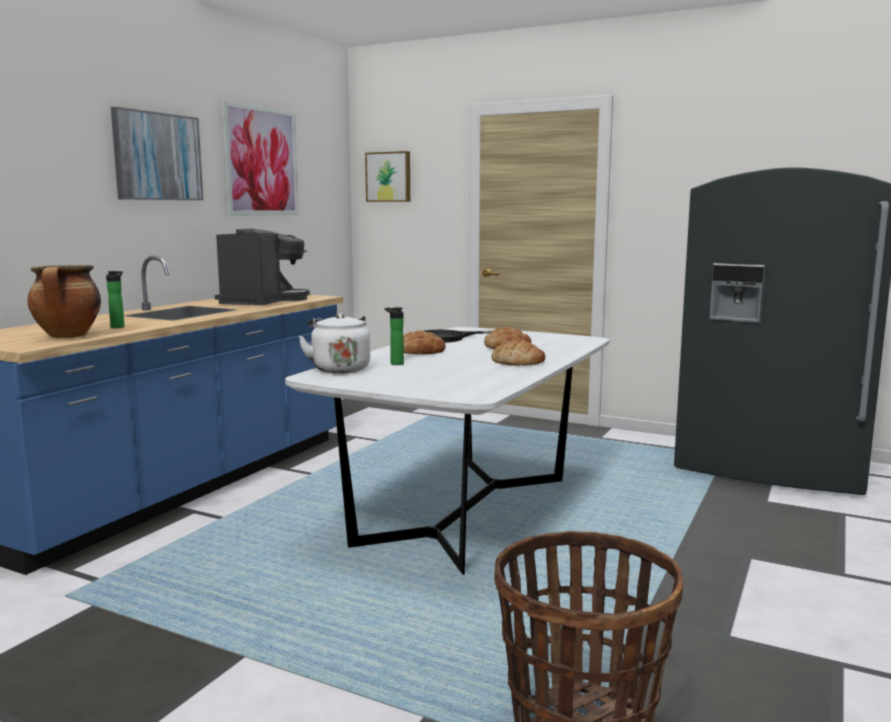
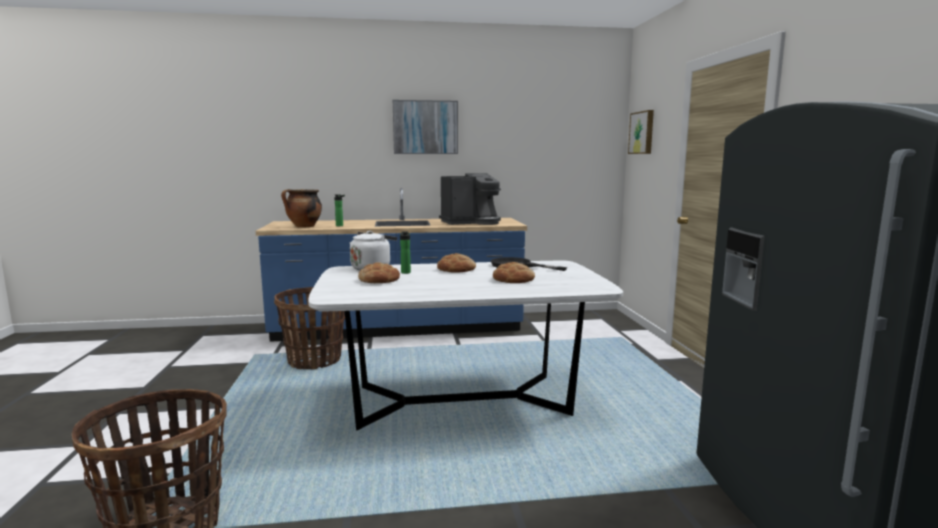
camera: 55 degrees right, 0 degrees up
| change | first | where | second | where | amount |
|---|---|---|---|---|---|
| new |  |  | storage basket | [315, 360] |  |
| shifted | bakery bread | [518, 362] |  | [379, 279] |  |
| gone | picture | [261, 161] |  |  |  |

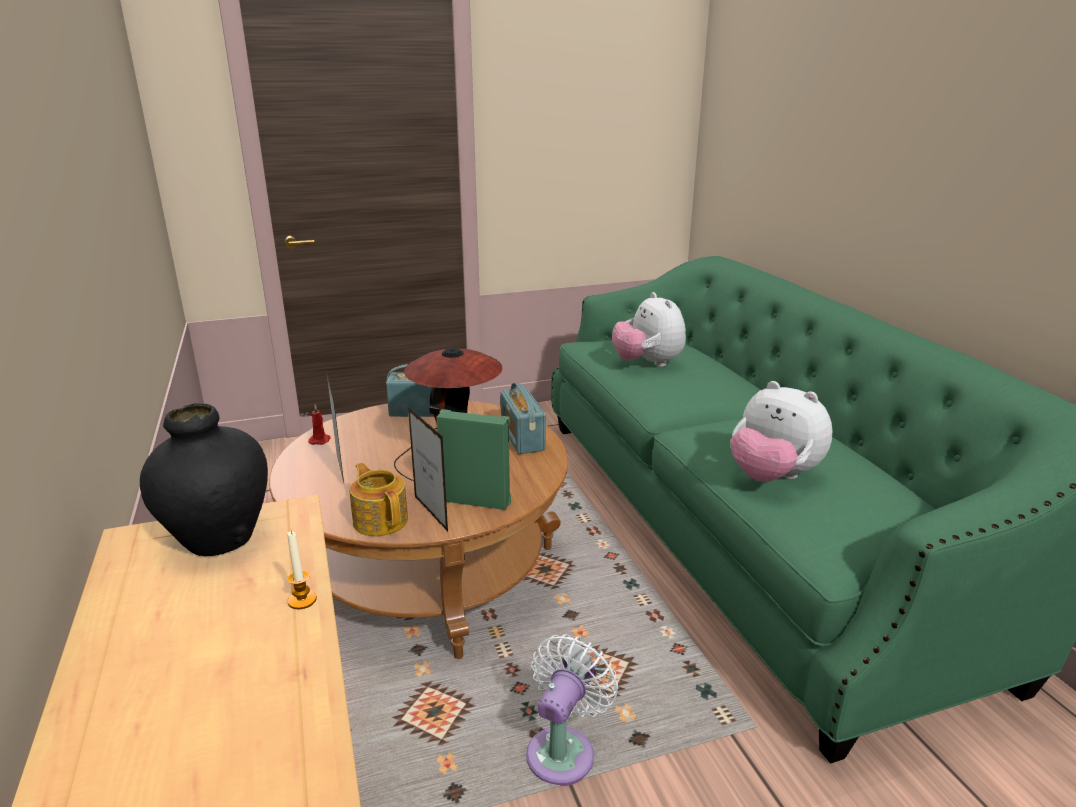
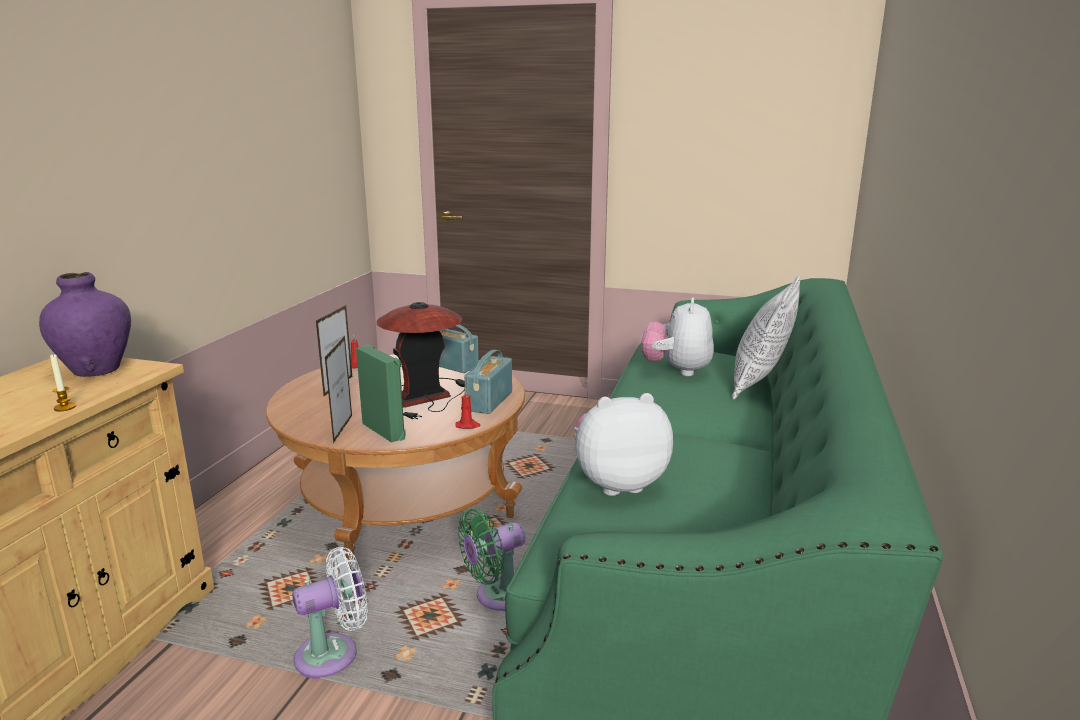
camera: 35 degrees right, 5 degrees down
| change | first | where | second | where | amount |
|---|---|---|---|---|---|
| repainted | decorative vase (black) | [219, 539] | decorative vase (purple) | [96, 370] |  |
| new |  |  | candle (reddish) | [468, 425] |  |
| new |  |  | electric fan (greenish) | [497, 596] |  |
| rotated | soft toy | [772, 477] |  | [617, 483] | 90 degrees clockwise |
| new |  |  | cushion | [760, 384] |  |
| gone | tea pot | [380, 520] |  |  |  |

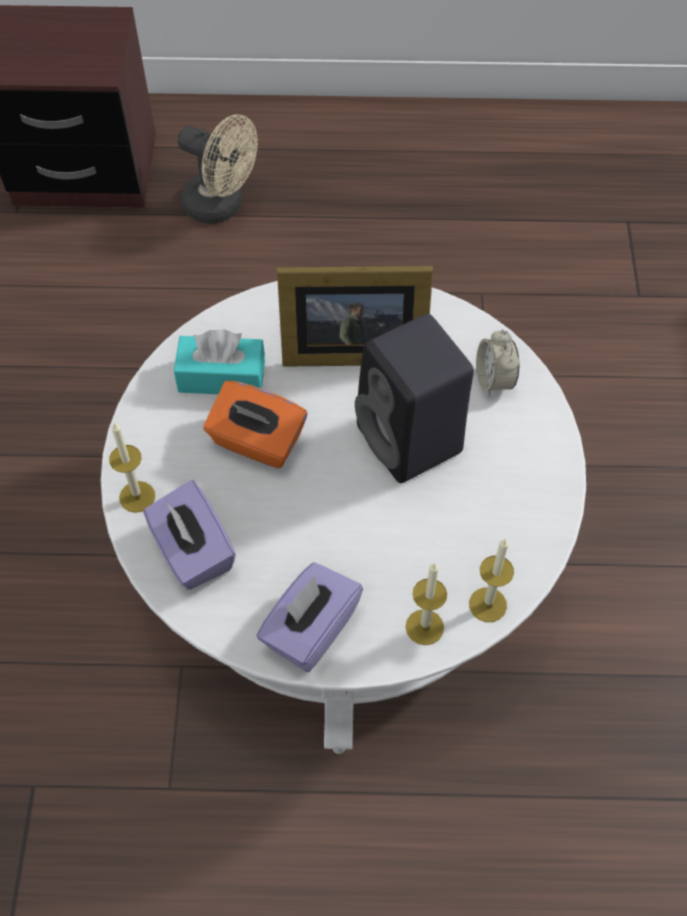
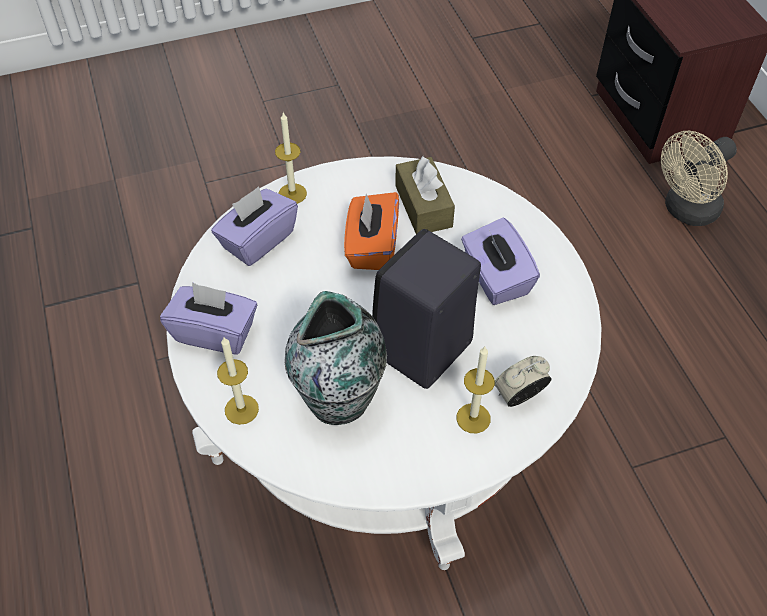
camera: 70 degrees right, 5 degrees down
| change | first | where | second | where | amount |
|---|---|---|---|---|---|
| new |  |  | decorative vase | [339, 398] |  |
| repainted | box of tissues (turquoise-coloured) | [222, 376] | box of tissues (brownish) | [423, 206] |  |
| shifted | candle | [487, 604] |  | [473, 418] |  |
| swapped | photo frame | [349, 348] | box of tissues (purple) | [495, 278] |  |
| rotated | electric fan (sand-coloured) | [221, 206] |  | [685, 211] | 45 degrees clockwise |

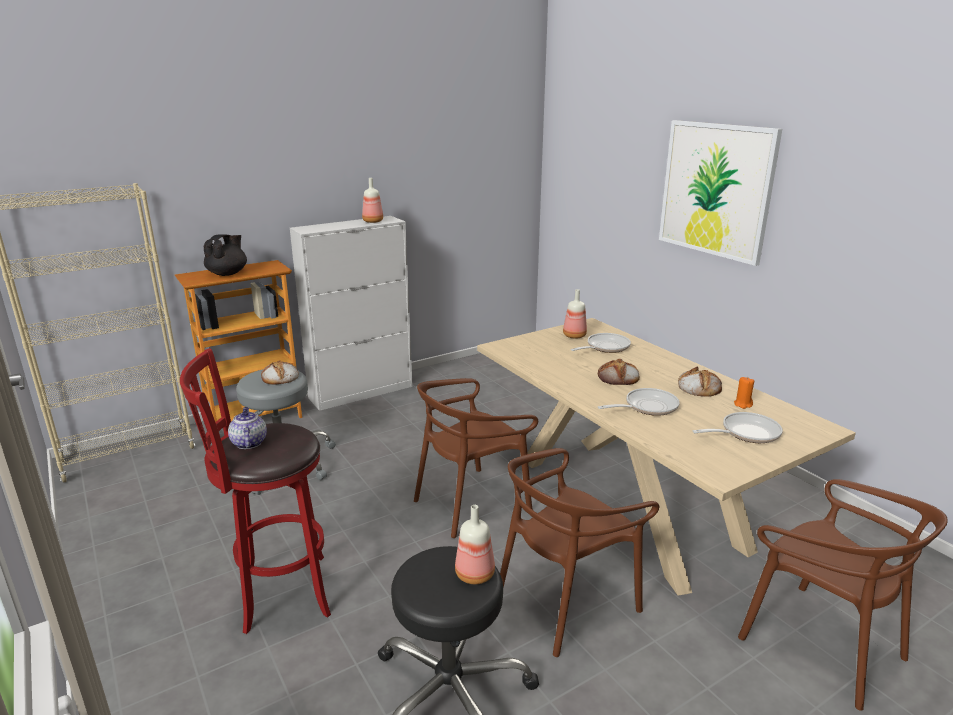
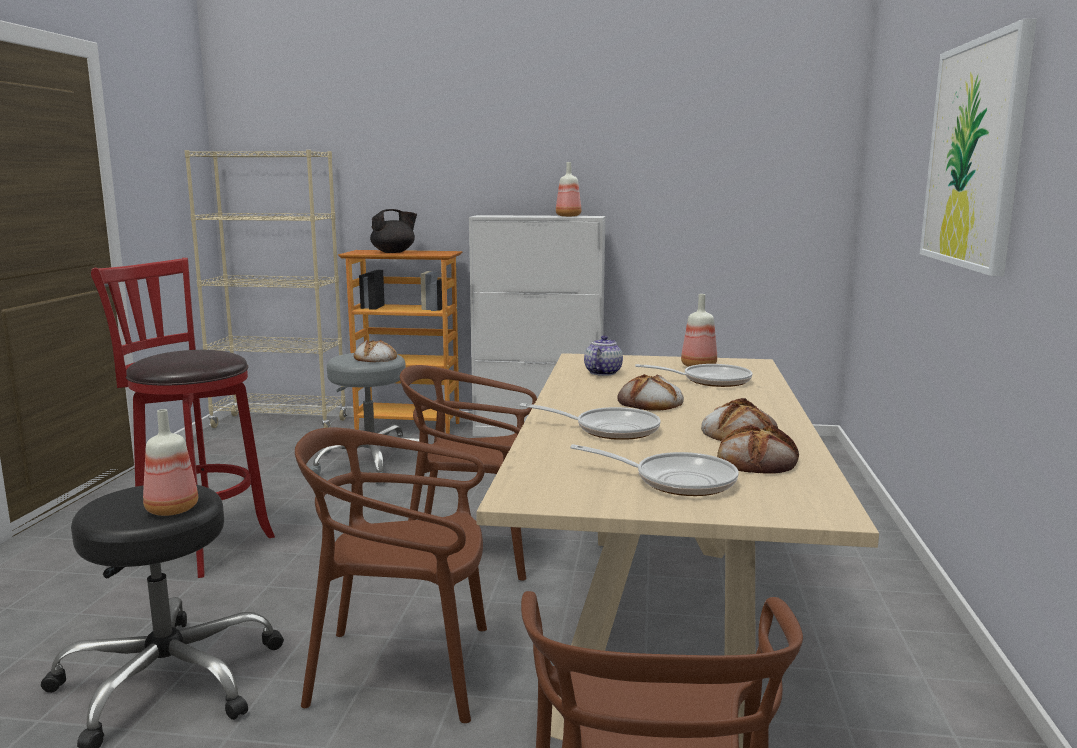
camera: 40 degrees right, 10 degrees down
| change | first | where | second | where | amount |
|---|---|---|---|---|---|
| shifted | tea pot | [248, 442] |  | [603, 372] |  |
| swapped | candle (orangey) | [743, 404] | bakery bread | [758, 460] |  |

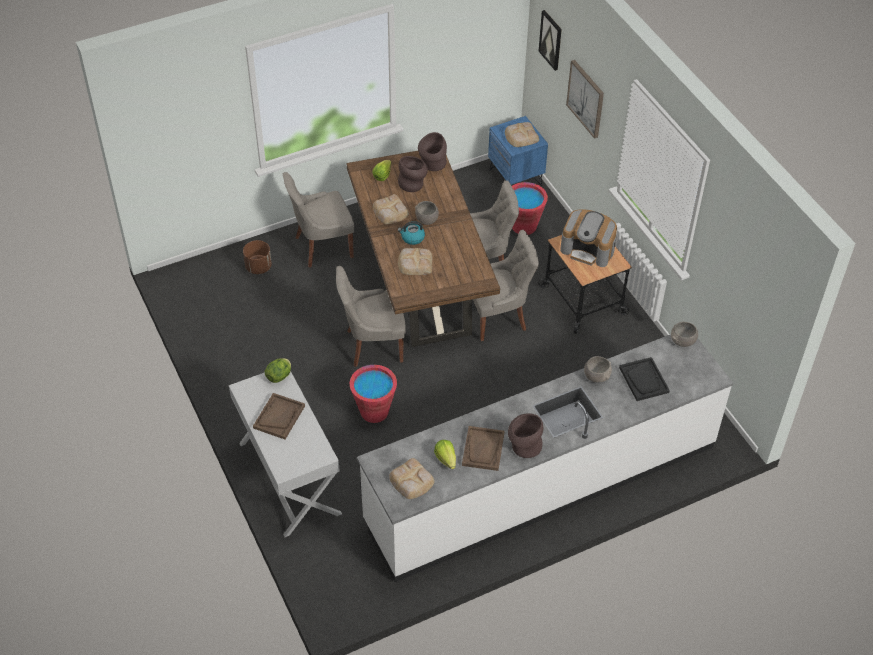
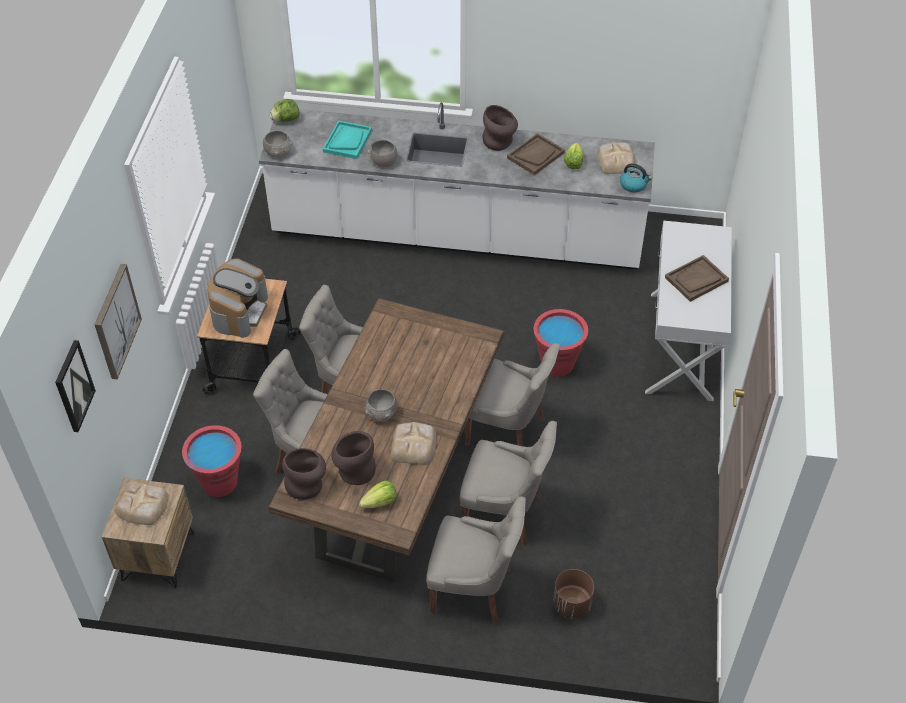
camera: 145 degrees left, 0 degrees up
| change | first | where | second | where | amount |
|---|---|---|---|---|---|
| repainted | night table (blue) | [516, 177] | night table (brownish) | [157, 556] |  |
| rotated | coffee maker | [588, 249] |  | [239, 311] | 45 degrees clockwise |
| shifted | head of lettuce | [279, 376] |  | [285, 120] |  |
| repainted | serving tray (black) | [644, 380] | serving tray (turquoise-coloured) | [347, 141] |  |
| new |  |  | plain chair (greyish) | [504, 513] |  |
| shifted | tea kettle | [412, 238] |  | [633, 185] |  |
| gone | bakery bread | [415, 263] |  |  |  |

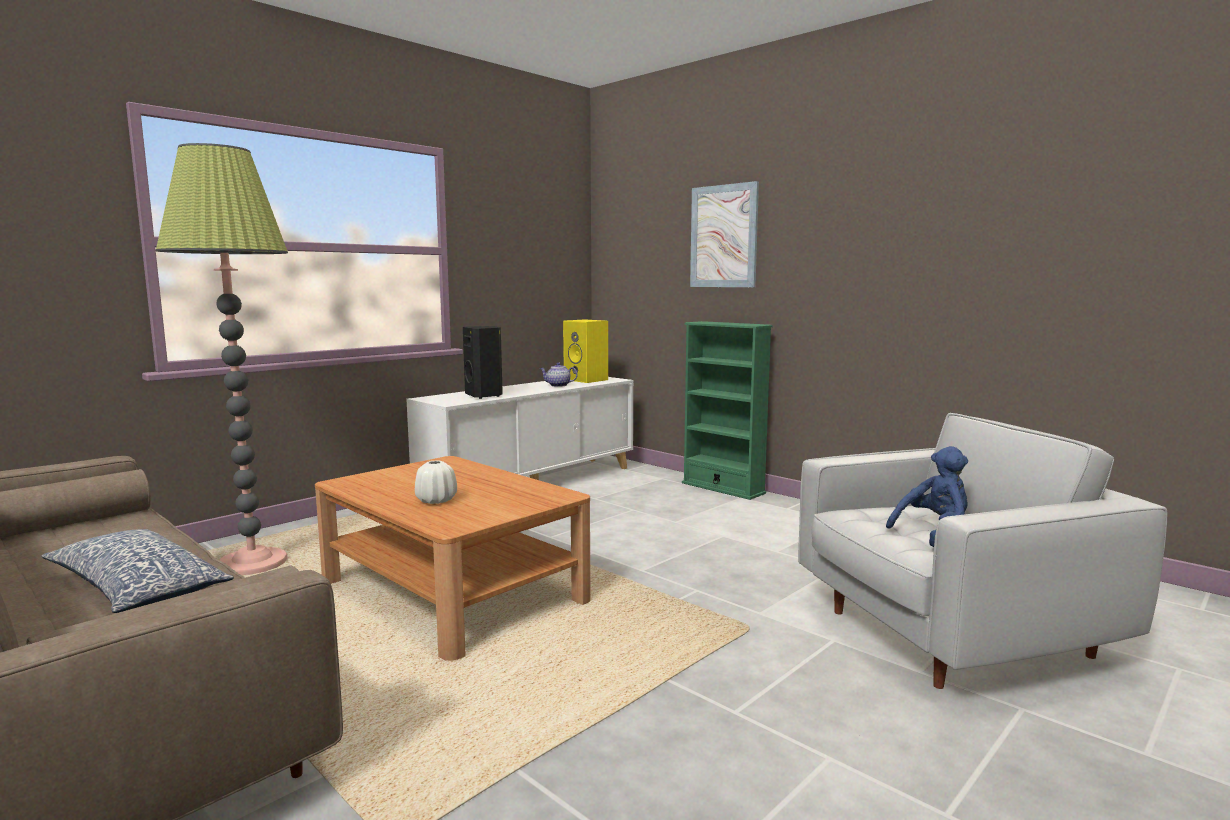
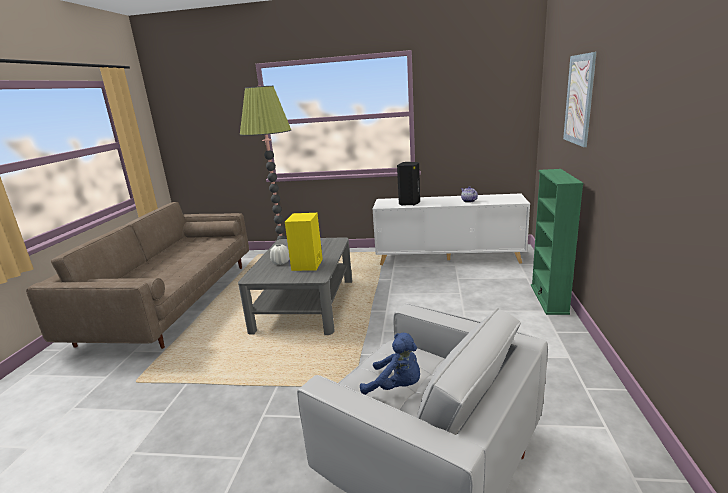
camera: 55 degrees right, 10 degrees up
| change | first | where | second | where | amount |
|---|---|---|---|---|---|
| repainted | lounge table (brownish) | [452, 591] | lounge table (greyish) | [305, 304] |  |
| shifted | speaker (yellowish) | [587, 380] |  | [307, 265] |  |
| gone | cushion | [136, 589] |  |  |  |

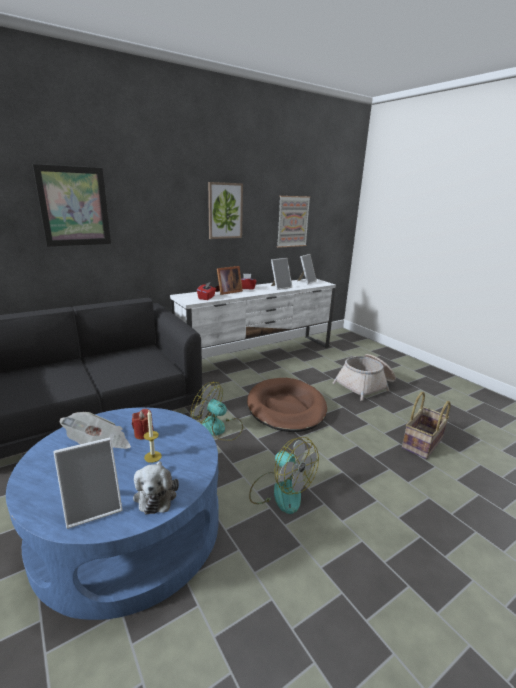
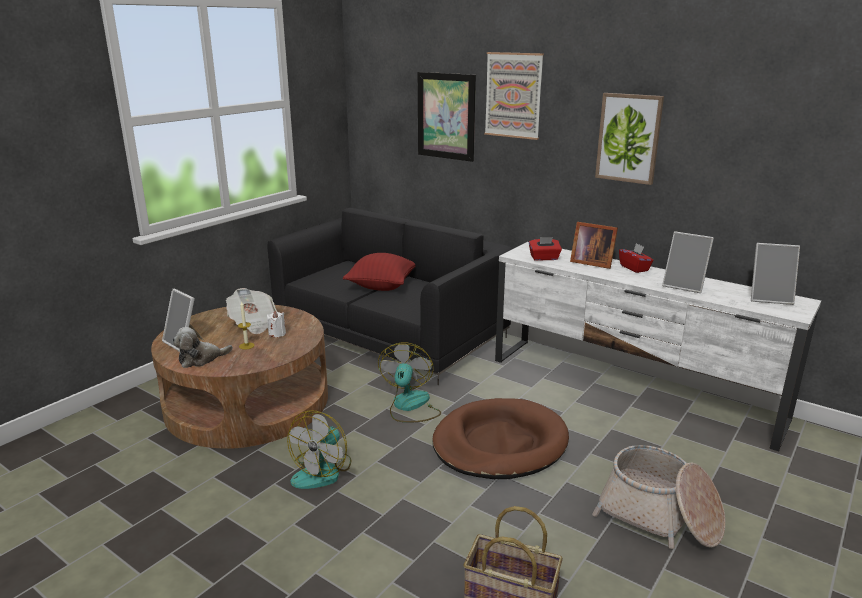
camera: 70 degrees right, 0 degrees up
| change | first | where | second | where | amount |
|---|---|---|---|---|---|
| repainted | lounge table (blue) | [129, 525] | lounge table (brownish) | [248, 402] |  |
| repainted | candle (reddish) | [143, 434] | candle (white) | [277, 334] |  |
| new |  |  | cushion (reddish) | [381, 286] |  |
| shifted | picture | [292, 221] |  | [513, 95] |  |

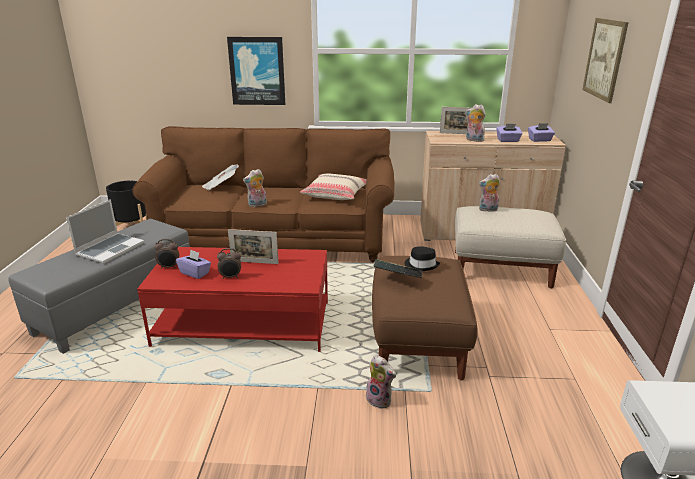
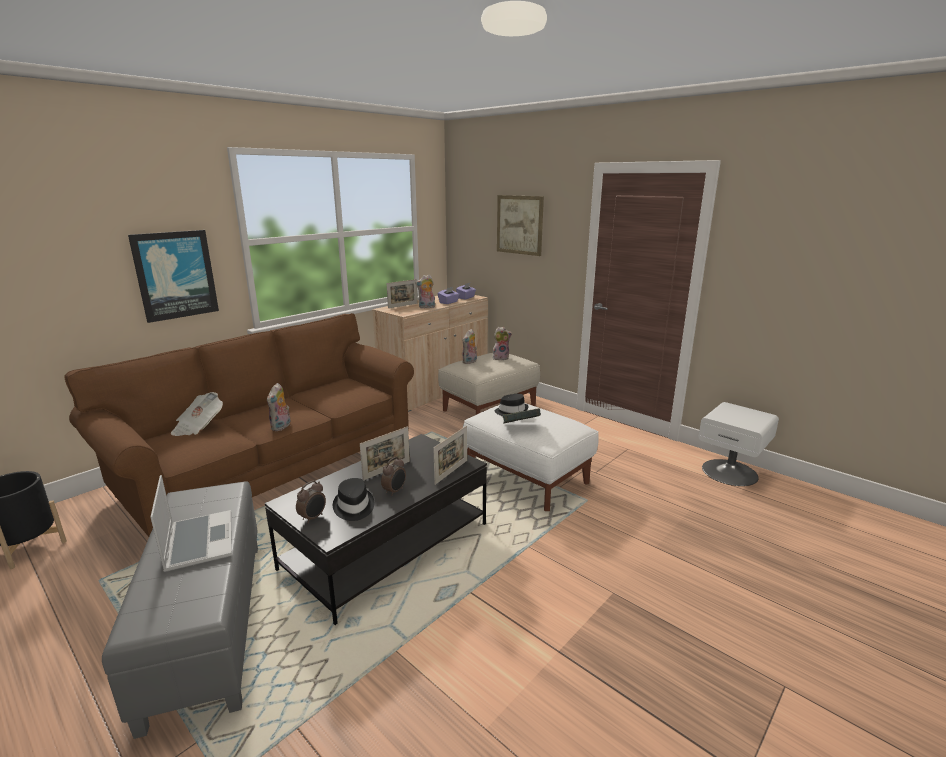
camera: 50 degrees left, 5 degrees down
| change | first | where | second | where | amount |
|---|---|---|---|---|---|
| repainted | lounge table (reddish) | [244, 324] | lounge table (black) | [387, 546] |  |
| swapped | box of tissues (purple) | [195, 273] | clothing hat (black) | [353, 506] |  |
| new |  |  | photo frame | [451, 472] |  |
| repainted | footrest (brownish) | [417, 341] | footrest (white) | [527, 478] |  |
| shifted | soft toy | [380, 400] |  | [501, 358] |  |
| gone | cushion (sand-coloured) | [335, 194] |  |  |  |

